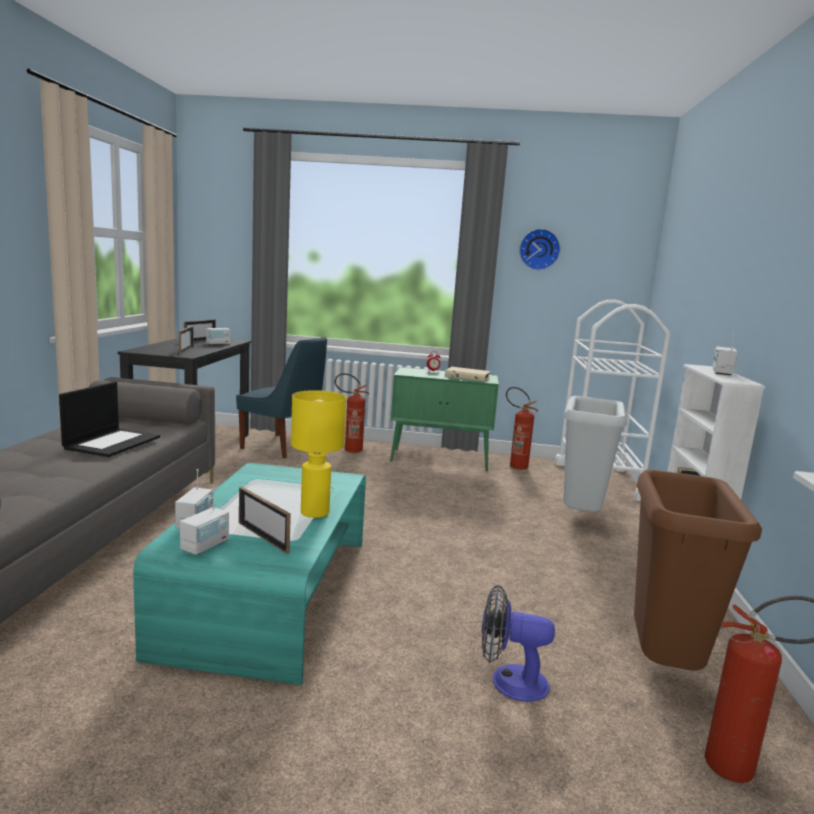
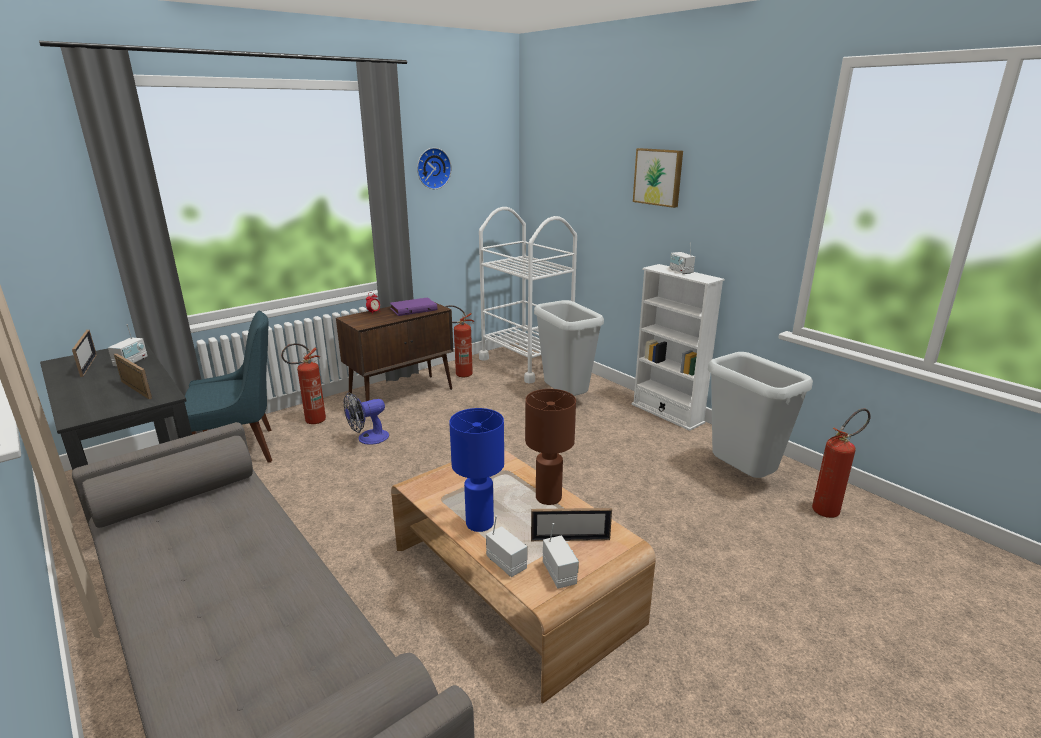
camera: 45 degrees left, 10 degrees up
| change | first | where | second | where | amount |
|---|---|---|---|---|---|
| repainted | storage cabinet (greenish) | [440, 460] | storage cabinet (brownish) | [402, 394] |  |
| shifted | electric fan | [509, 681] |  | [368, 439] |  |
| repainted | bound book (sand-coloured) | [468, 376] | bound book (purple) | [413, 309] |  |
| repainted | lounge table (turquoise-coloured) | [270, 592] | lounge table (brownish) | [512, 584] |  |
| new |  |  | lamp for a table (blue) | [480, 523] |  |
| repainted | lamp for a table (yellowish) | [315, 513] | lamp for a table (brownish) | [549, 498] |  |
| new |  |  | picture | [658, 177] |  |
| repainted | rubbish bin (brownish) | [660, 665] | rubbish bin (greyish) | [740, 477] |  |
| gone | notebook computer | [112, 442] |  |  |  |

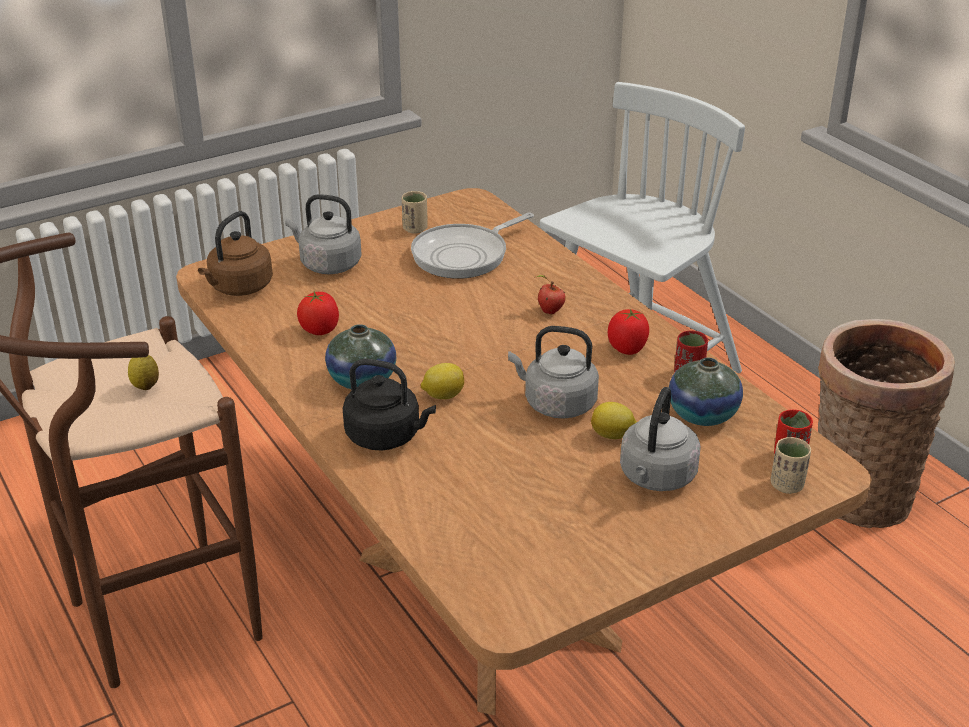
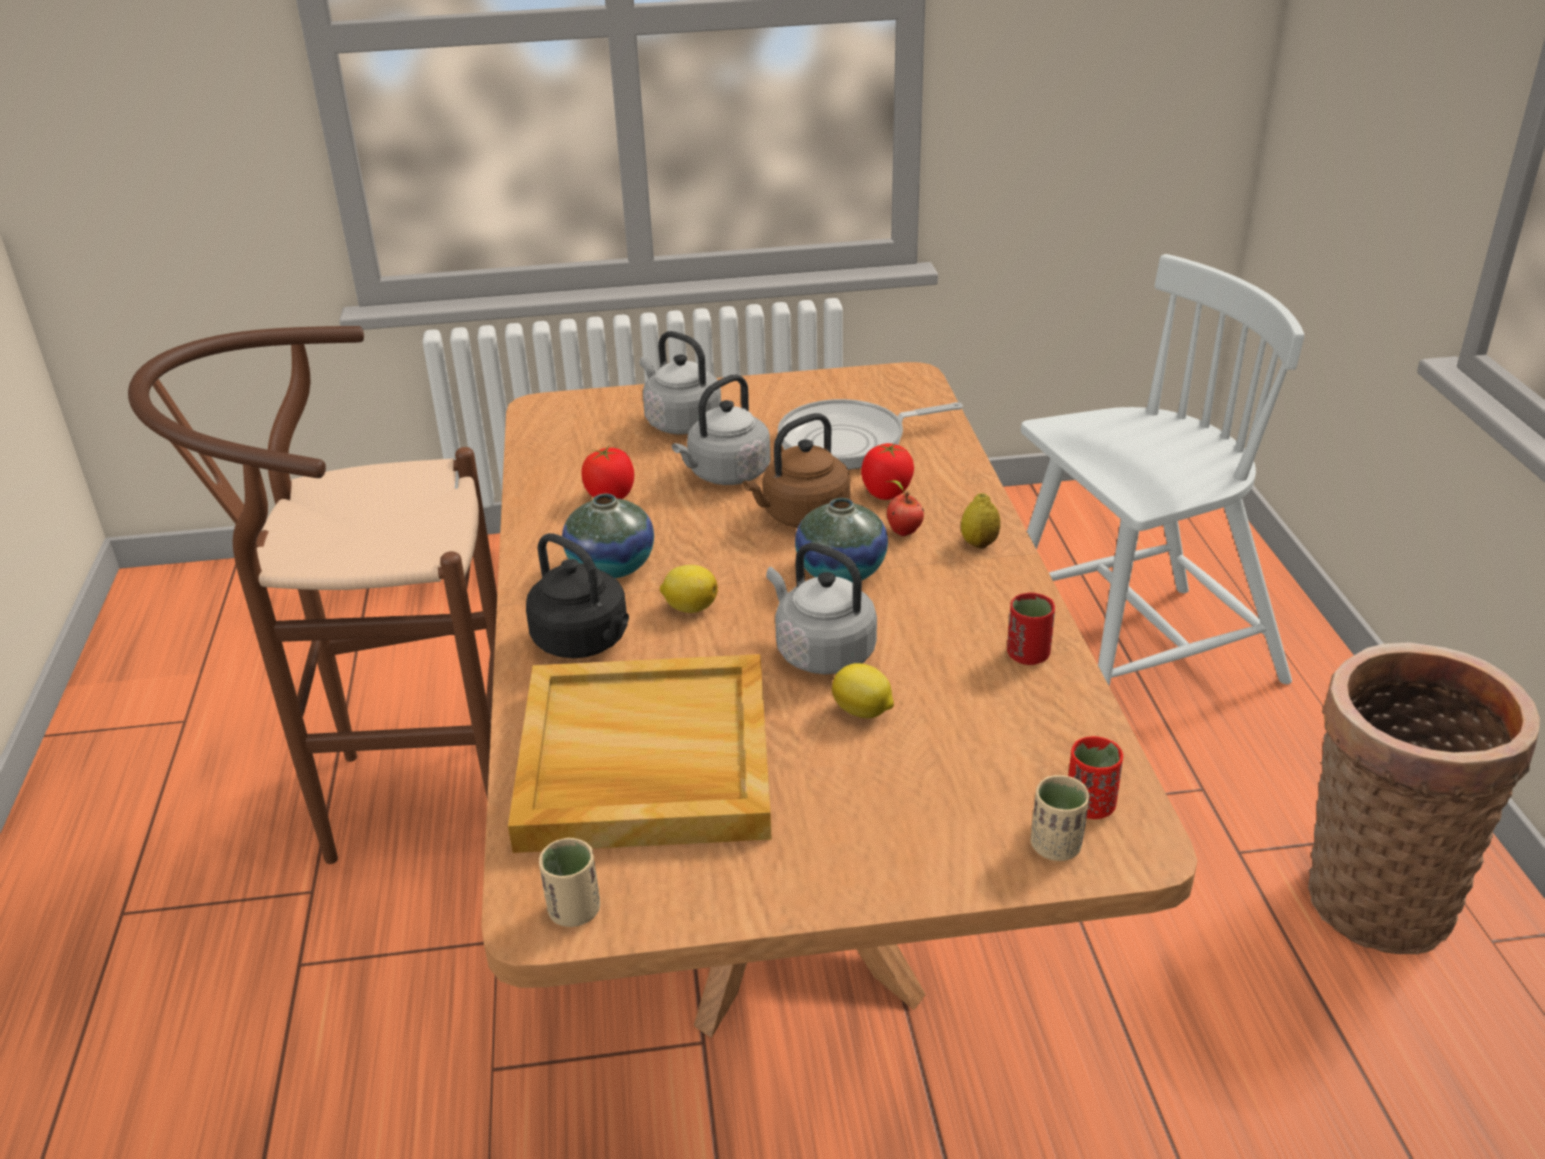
camera: 25 degrees right, 0 degrees up
| change | first | where | second | where | amount |
|---|---|---|---|---|---|
| new |  |  | serving tray (sand-coloured) | [643, 761] |  |
| shifted | small cup (sand-coloured) | [415, 229] |  | [574, 911] |  |
| shifted | tea kettle (greyish) | [656, 478] |  | [726, 475] |  |
| shifted | tea kettle (brownish) | [239, 288] |  | [802, 516] |  |
| shifted | decorative vase | [702, 414] |  | [841, 571] |  |
| shifted | whole tomato | [627, 349] |  | [886, 493] |  |
| shifted | lemon | [145, 386] |  | [979, 543] |  |

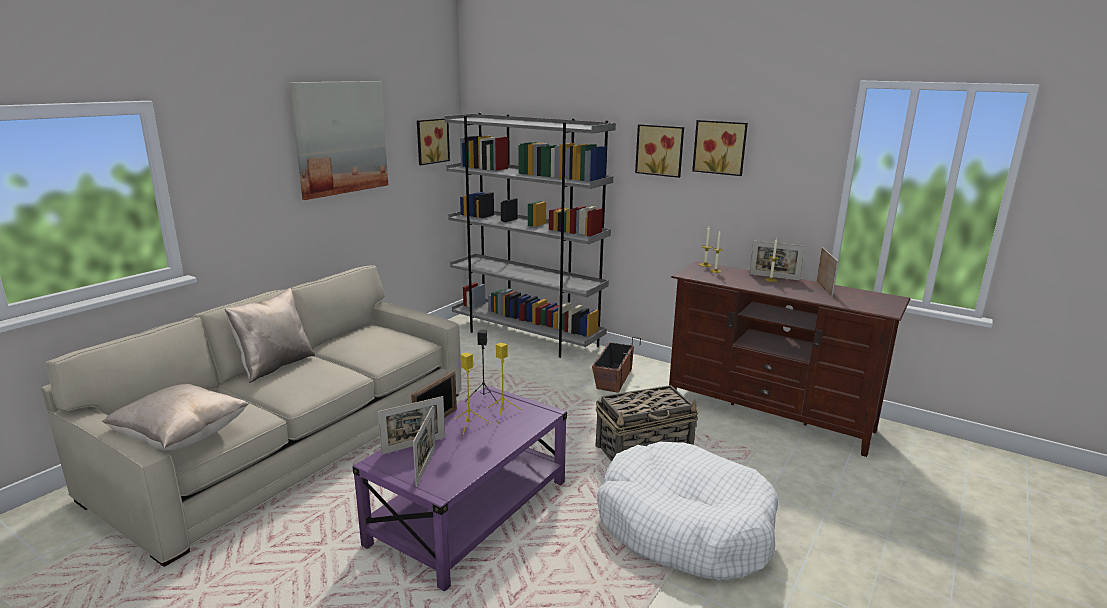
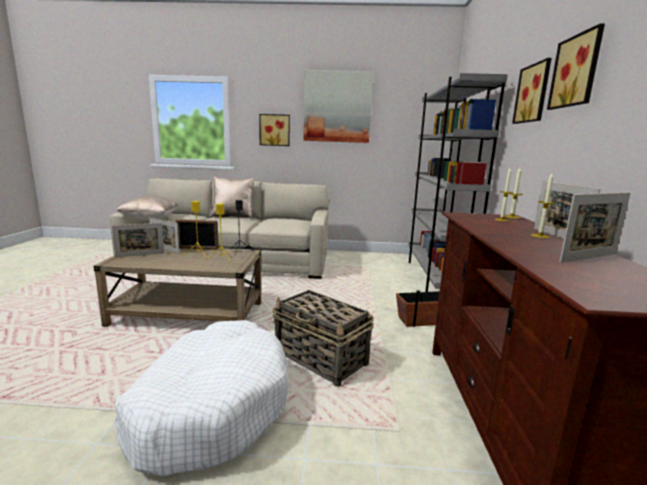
camera: 60 degrees right, 5 degrees down
| change | first | where | second | where | amount |
|---|---|---|---|---|---|
| repainted | lounge table (purple) | [470, 512] | lounge table (sand-coloured) | [188, 314] |  |
| shifted | picture | [431, 141] |  | [275, 130] |  |

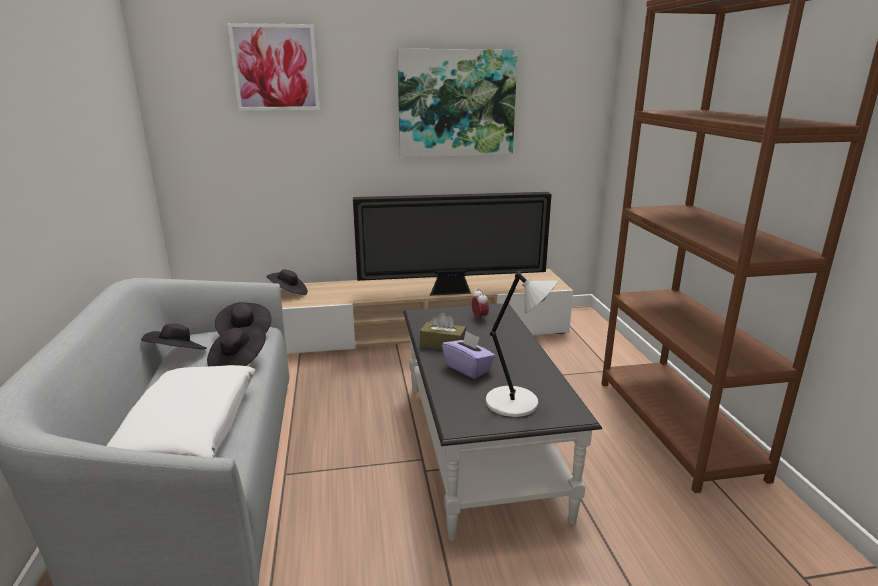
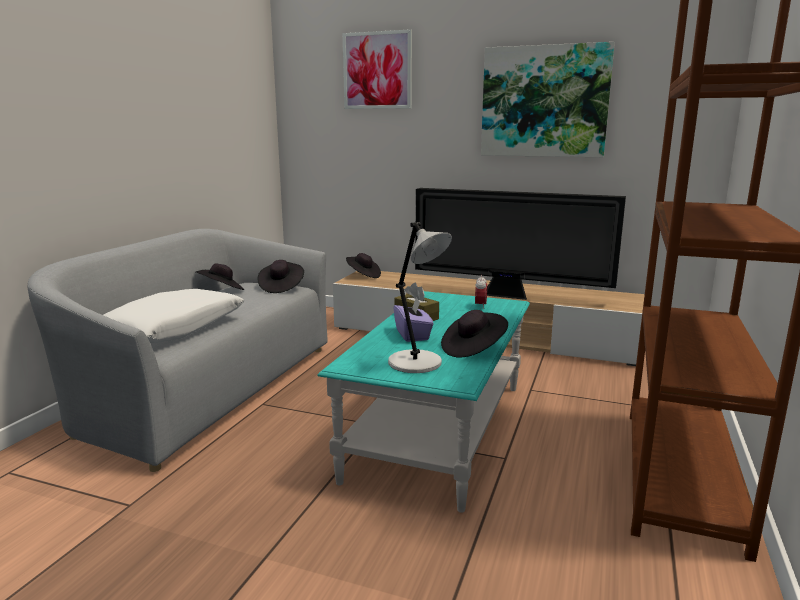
camera: 30 degrees right, 5 degrees down
| change | first | where | second | where | amount |
|---|---|---|---|---|---|
| repainted | lounge table (black) | [480, 445] | lounge table (turquoise-coloured) | [439, 429] |  |
| shifted | clothing hat (black) | [238, 362] |  | [473, 349] |  |

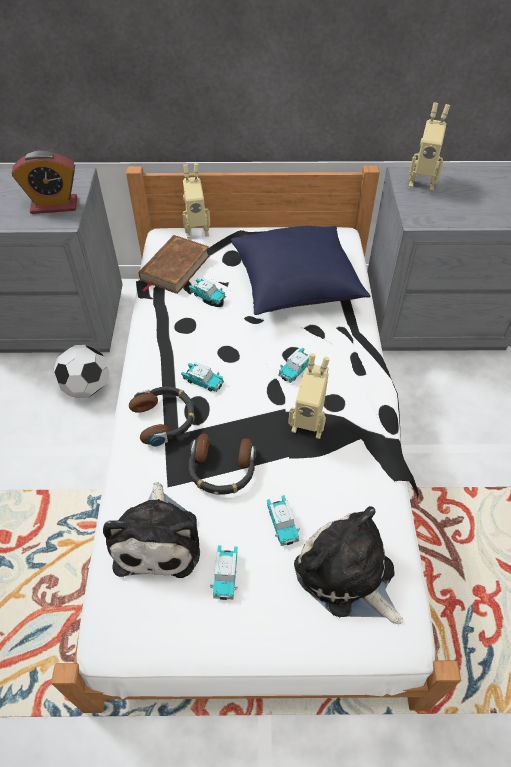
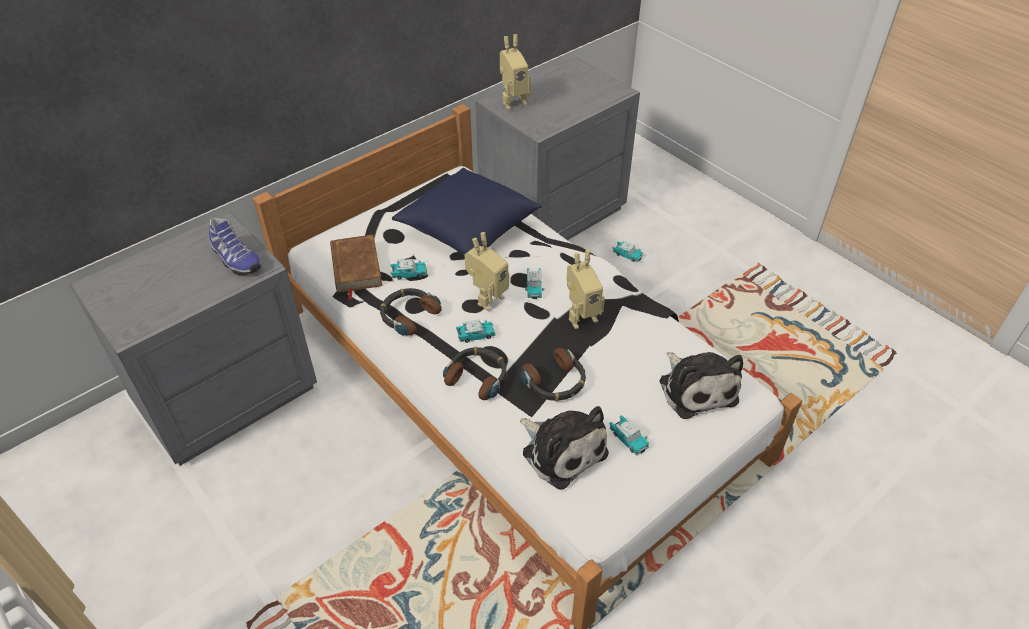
camera: 40 degrees left, 5 degrees down
| change | first | where | second | where | amount |
|---|---|---|---|---|---|
| swapped | bedside clock | [54, 205] | item of footwear | [235, 259] |  |
| new |  |  | headphones | [408, 315] |  |
| shifted | robot figure | [196, 230] |  | [487, 299] |  |
| shifted | toy car | [282, 523] |  | [627, 255] |  |
| rotated | soft toy | [347, 575] |  | [696, 388] | 120 degrees counterclockwise |
| gone | football ball | [87, 388] |  |  |  |

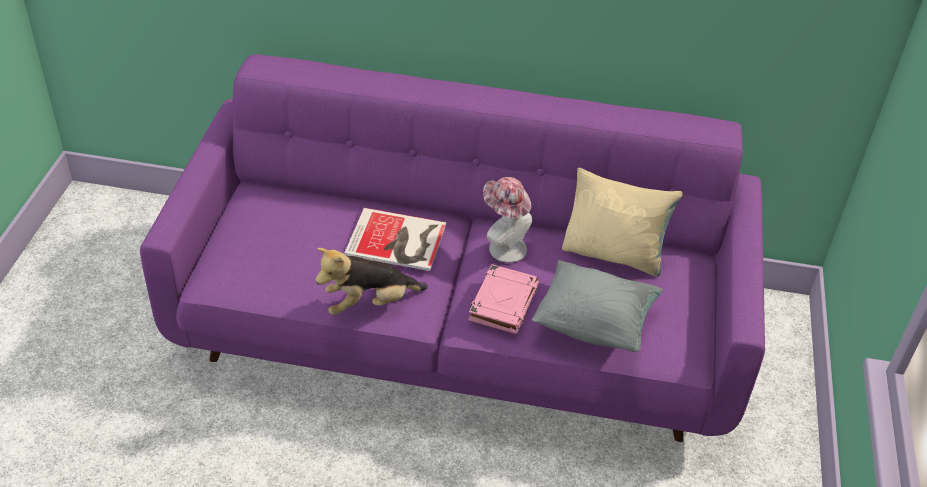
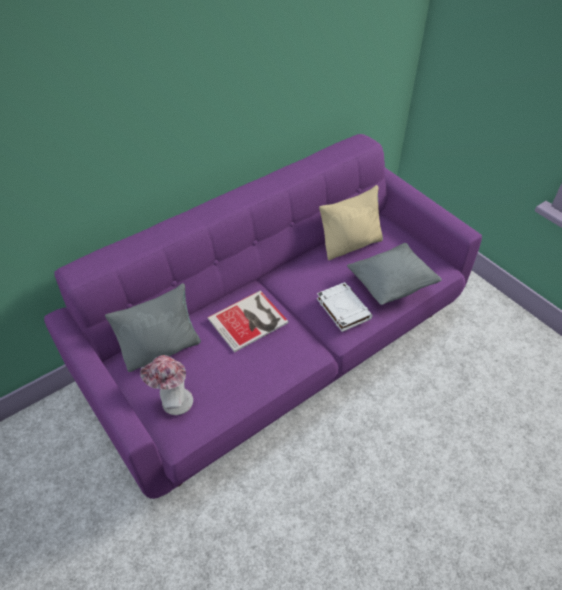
camera: 45 degrees left, 5 degrees up
| change | first | where | second | where | amount |
|---|---|---|---|---|---|
| new |  |  | cushion (greyish) | [162, 349] |  |
| shifted | clothing hat | [503, 246] |  | [173, 402] |  |
| repainted | bound book (pinkish) | [503, 302] | bound book (white) | [343, 308] |  |
| gone | soft toy | [369, 303] |  |  |  |

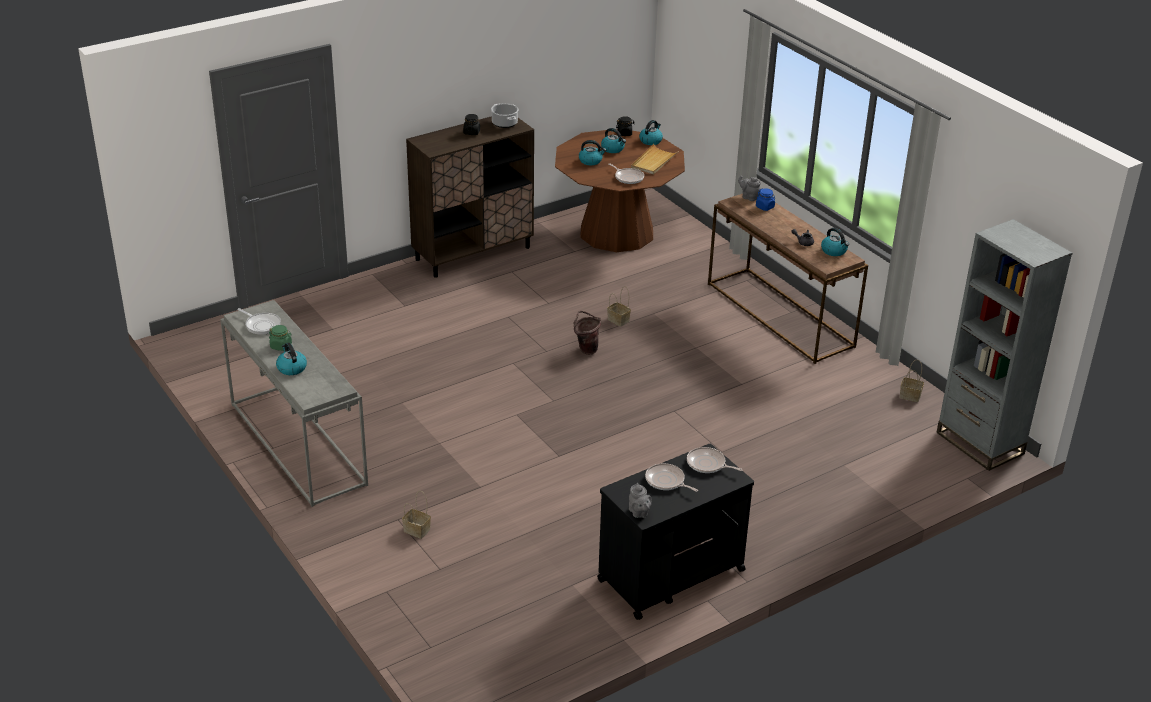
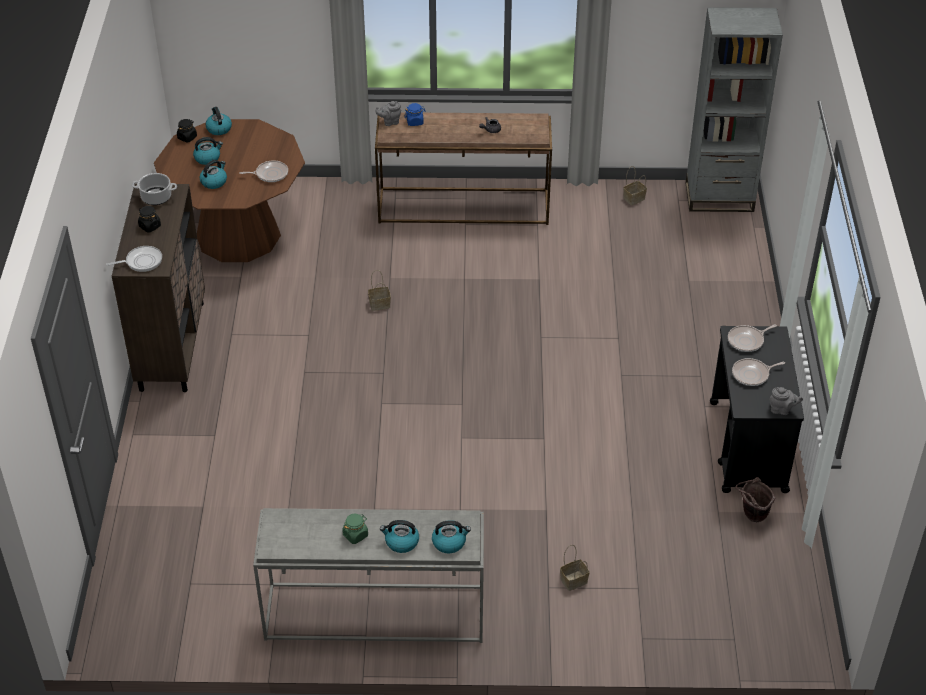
camera: 55 degrees left, 10 degrees up
| change | first | where | second | where | amount |
|---|---|---|---|---|---|
| shifted | frying pan | [261, 325] |  | [141, 261] |  |
| shifted | tea kettle | [834, 251] |  | [449, 542] |  |
| shifted | bucket (brownish) | [586, 349] |  | [751, 516] |  |
| gone | serving tray (sand-coloured) | [654, 161] |  |  |  |

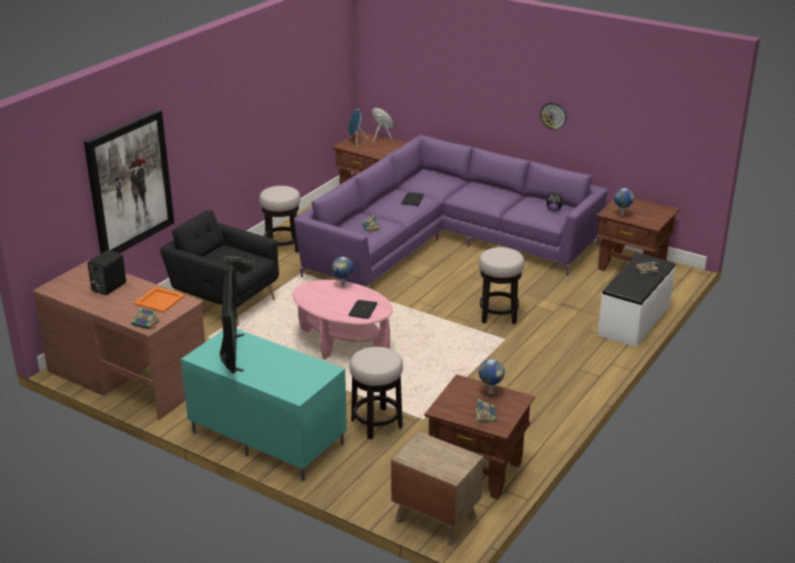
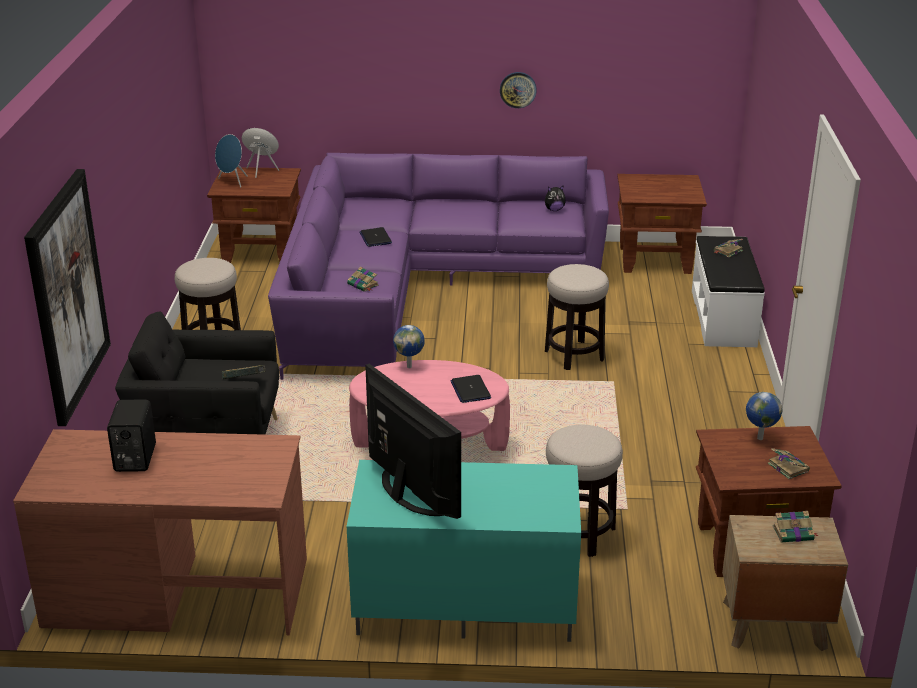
camera: 30 degrees left, 0 degrees up
| change | first | where | second | where | amount |
|---|---|---|---|---|---|
| shifted | bound book | [146, 323] |  | [794, 533] |  |
| gone | serving tray (orangey) | [159, 300] |  |  |  |
| gone | world globe | [621, 215] |  |  |  |

